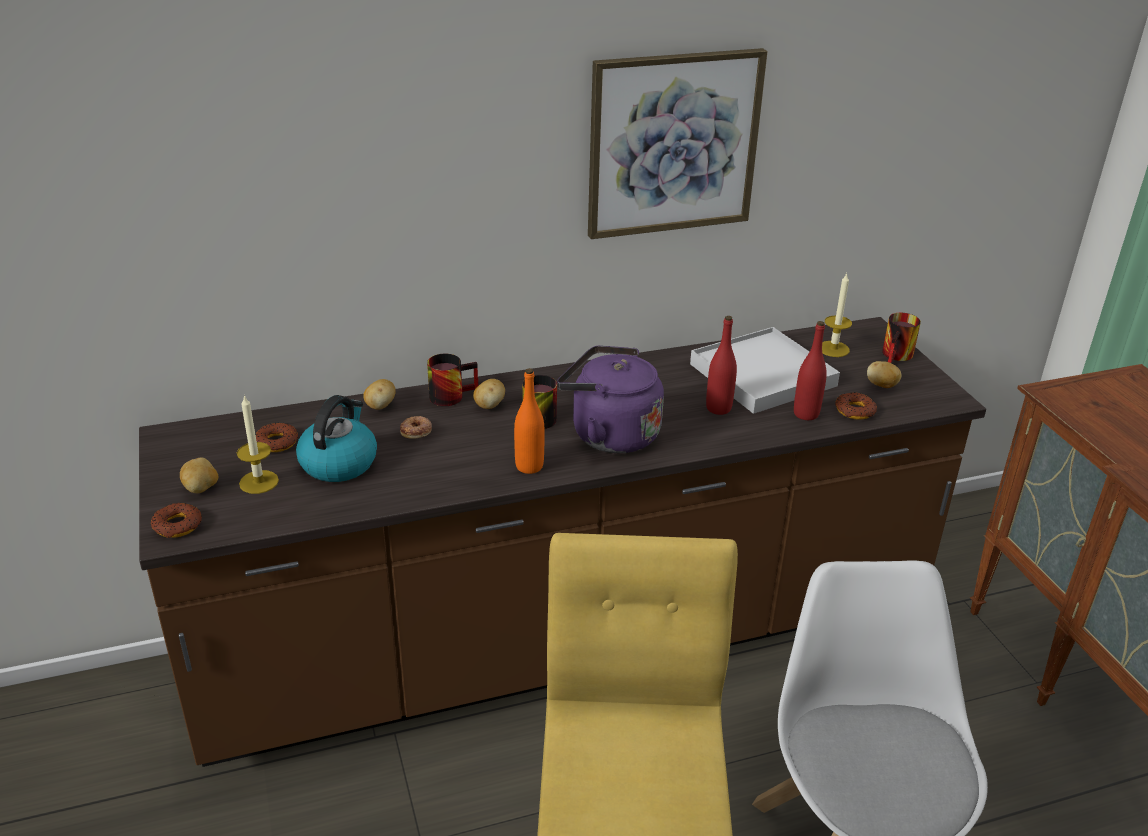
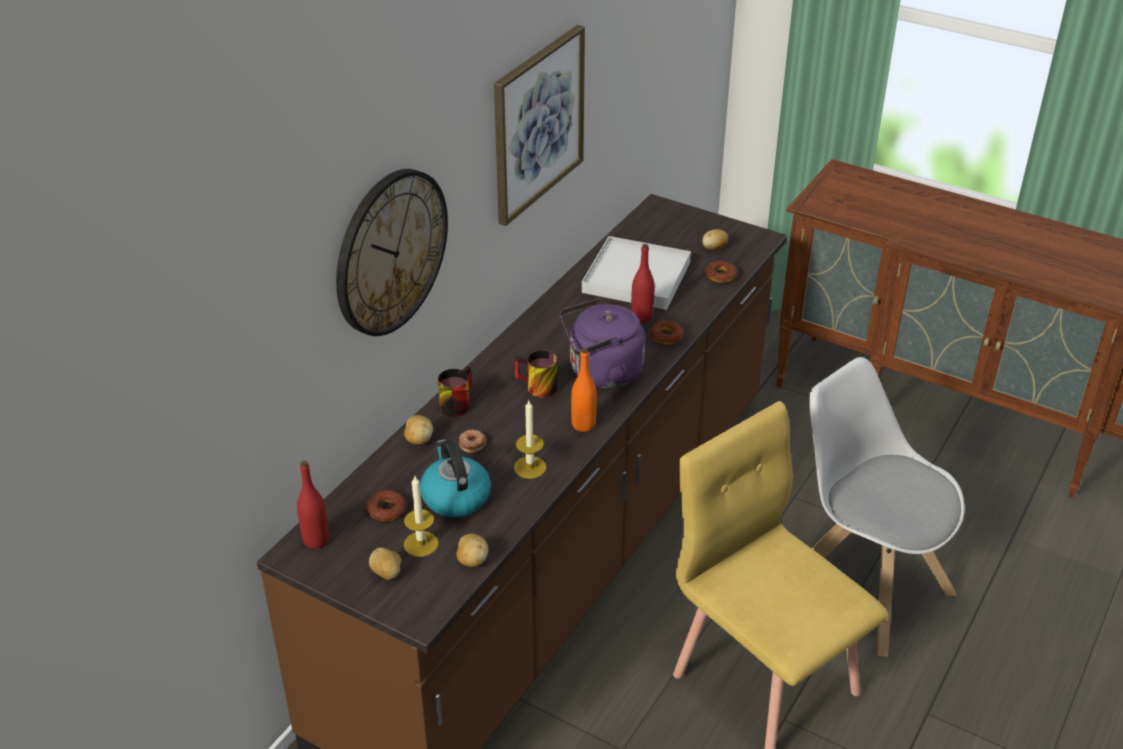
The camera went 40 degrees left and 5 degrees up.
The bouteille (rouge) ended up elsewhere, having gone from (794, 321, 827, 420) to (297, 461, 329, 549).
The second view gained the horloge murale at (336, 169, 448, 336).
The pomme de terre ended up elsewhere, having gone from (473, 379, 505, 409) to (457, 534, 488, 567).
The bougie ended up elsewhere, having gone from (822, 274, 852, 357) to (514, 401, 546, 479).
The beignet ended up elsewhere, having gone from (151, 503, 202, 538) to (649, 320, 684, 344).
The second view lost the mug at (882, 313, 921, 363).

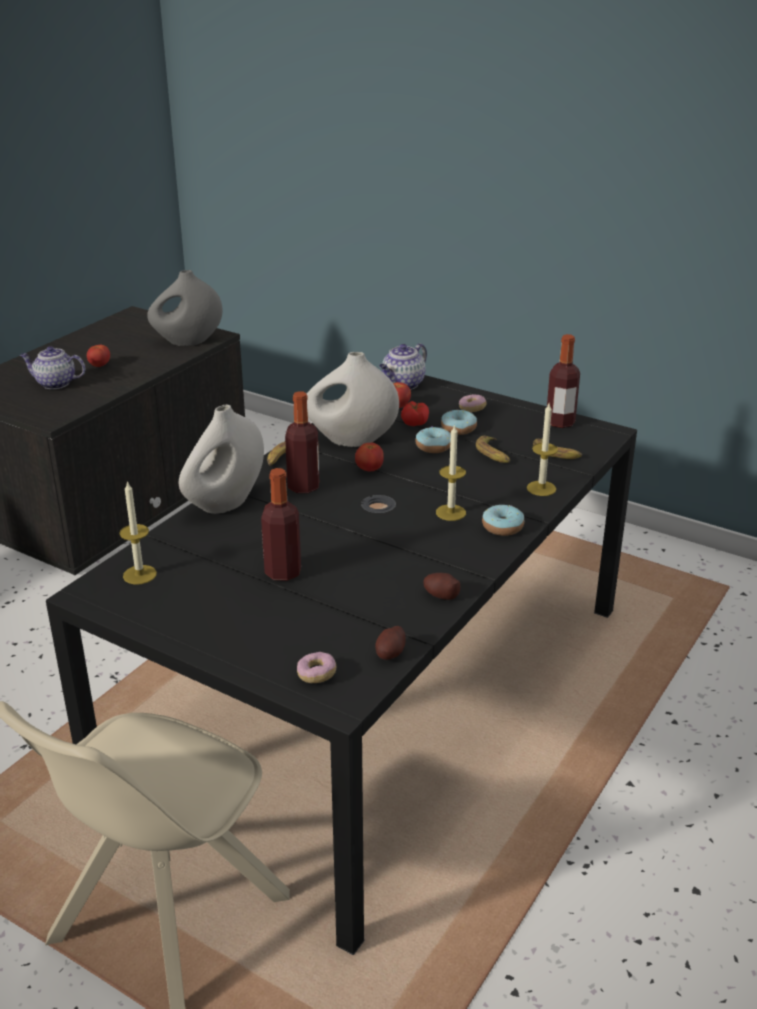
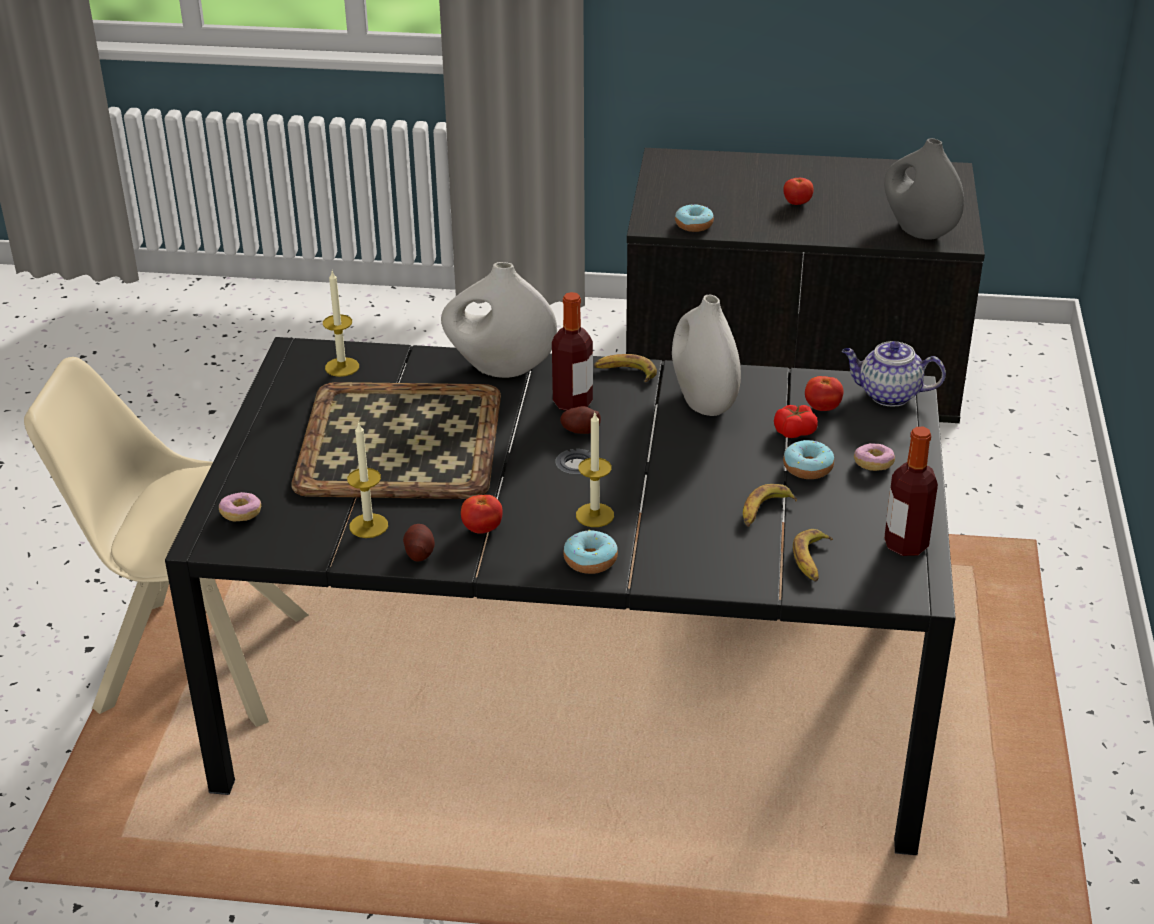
The camera went 65 degrees right and 5 degrees up.
Where the bouteille stood at (261, 468, 301, 581), the plateau came to stand at (291, 382, 501, 499).
The bougie ended up elsewhere, having gone from (527, 404, 558, 496) to (347, 421, 388, 538).
The tomate ended up elsewhere, having gone from (355, 443, 384, 471) to (461, 495, 503, 534).
The pomme de terre ended up elsewhere, having gone from (375, 626, 406, 660) to (560, 406, 601, 434).
The beignet ended up elsewhere, having gone from (415, 426, 451, 453) to (675, 204, 714, 232).
The second view lost the théière at (20, 346, 85, 389).

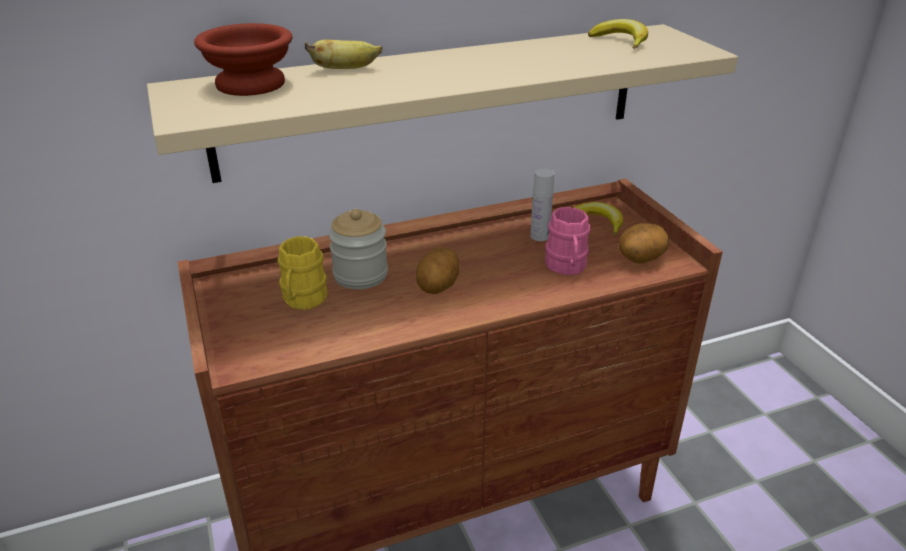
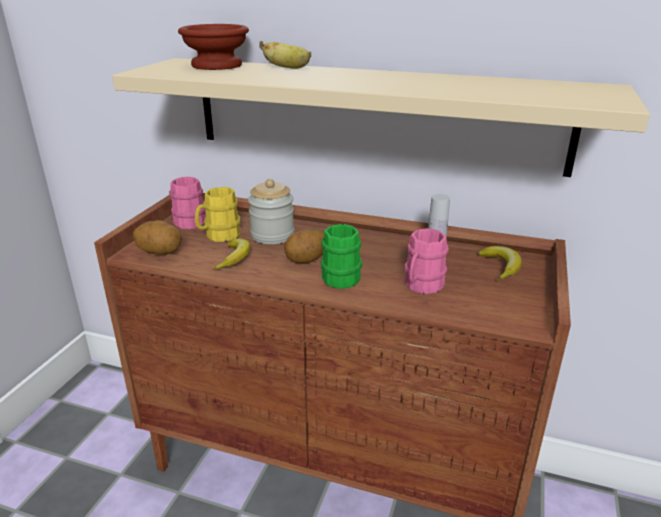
The camera went 40 degrees right and 5 degrees down.
The pomme de terre ended up elsewhere, having gone from (619, 223, 669, 264) to (133, 220, 182, 255).
The second view gained the mug (rose) at (169, 177, 206, 229).
The banane ended up elsewhere, having gone from (588, 19, 648, 49) to (212, 238, 250, 270).
The second view gained the mug (vert) at (321, 224, 362, 289).

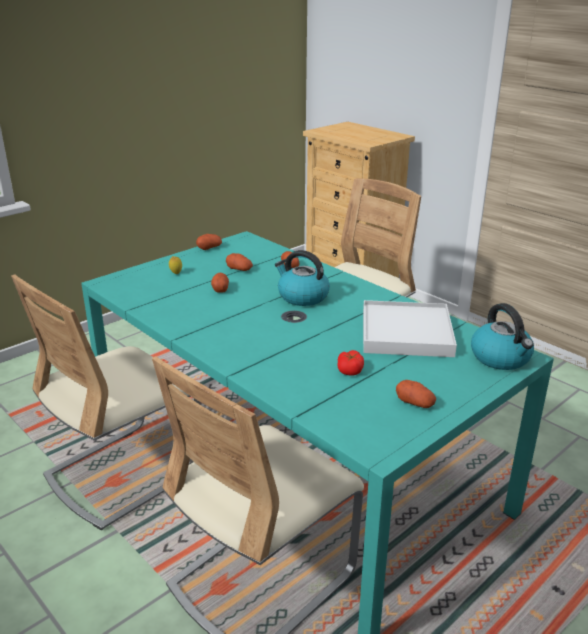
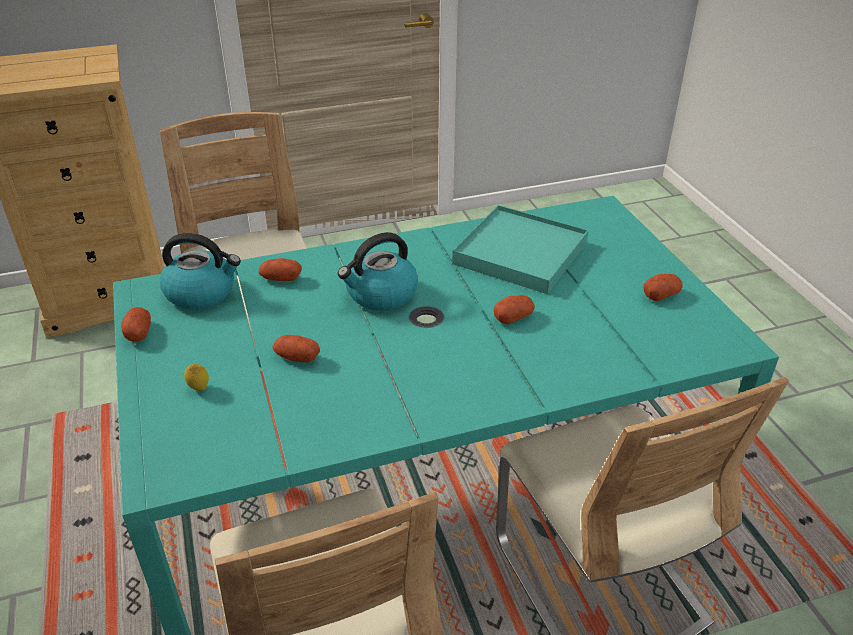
The camera went 65 degrees left and 10 degrees up.
The bouilloire ended up elsewhere, having gone from (471, 303, 534, 370) to (160, 233, 241, 310).
What was the plateau (blanc) at (363, 300, 457, 357) turned into the plateau (turquoise) at (452, 205, 589, 294).
The pomme de terre ended up elsewhere, having gone from (226, 253, 253, 271) to (494, 295, 535, 324).
The second view lost the tomate at (337, 350, 364, 376).

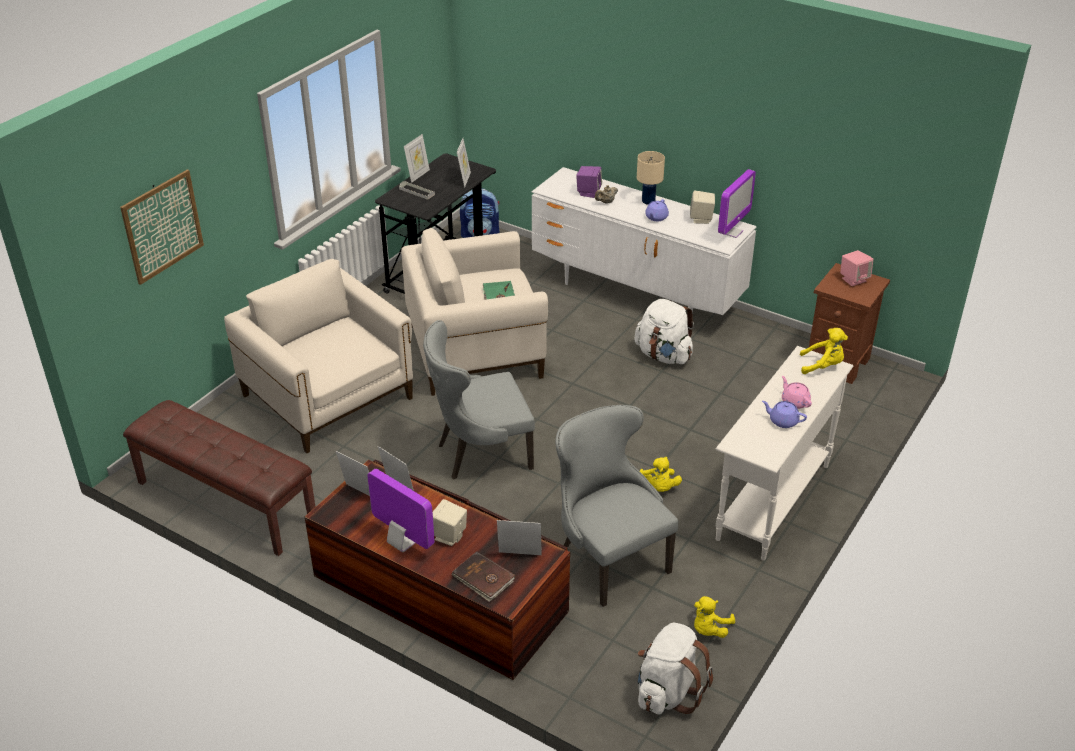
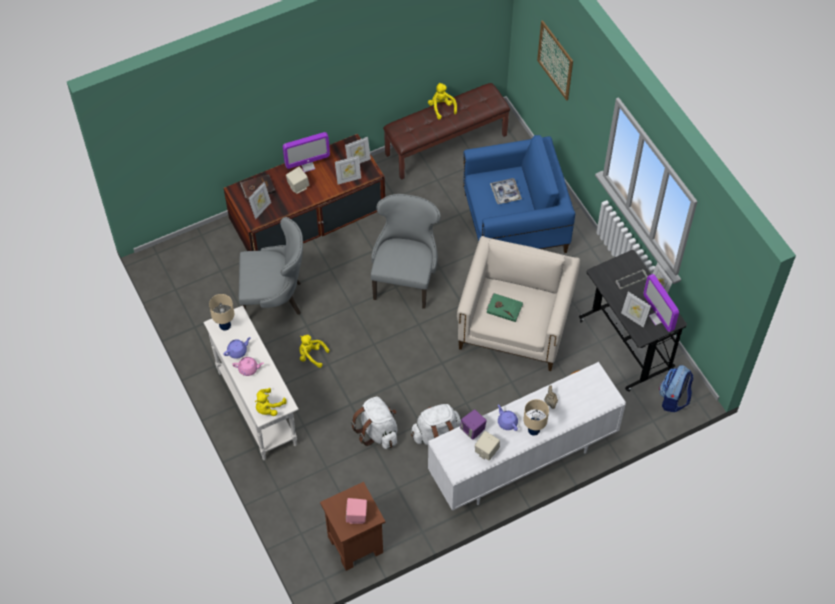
The camera went 120 degrees right and 20 degrees up.
The second view gained the lampe de table (beige) at (209, 294, 234, 331).
The sac à dos (blanc) ended up elsewhere, having gone from (637, 623, 713, 715) to (351, 397, 397, 449).
The peluche (jaune) ended up elsewhere, having gone from (694, 596, 735, 638) to (428, 83, 457, 120).
The enceinte (violet) ended up elsewhere, having gone from (576, 166, 602, 198) to (460, 409, 487, 440).
What was the fauteuil (beige) at (224, 259, 413, 453) turned into the fauteuil (bleu) at (463, 135, 575, 253).
The second view gained the plateau at (490, 178, 522, 204).
The écran d'ordinateur ended up elsewhere, having gone from (718, 169, 756, 238) to (643, 274, 679, 332).

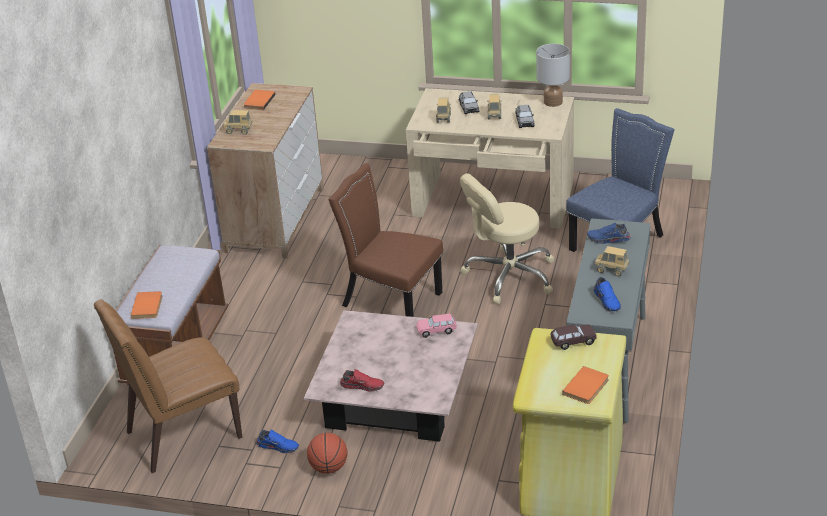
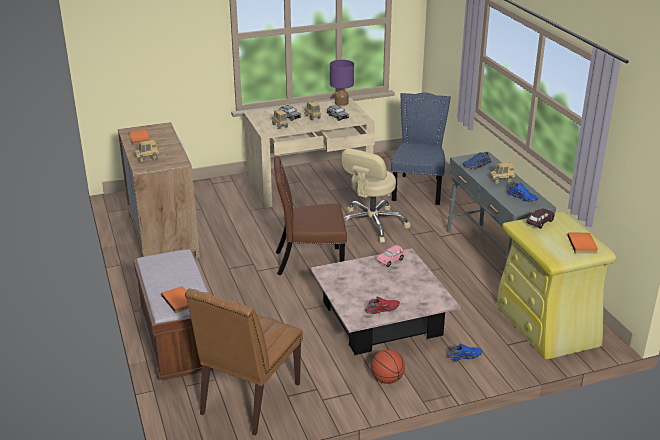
The camera went 35 degrees left and 5 degrees down.
What was the lampe de table (gris) at (536, 44, 570, 107) turned into the lampe de table (violet) at (330, 60, 354, 106).
The chaussure (bleu) ended up elsewhere, having gone from (256, 430, 299, 453) to (447, 344, 483, 361).

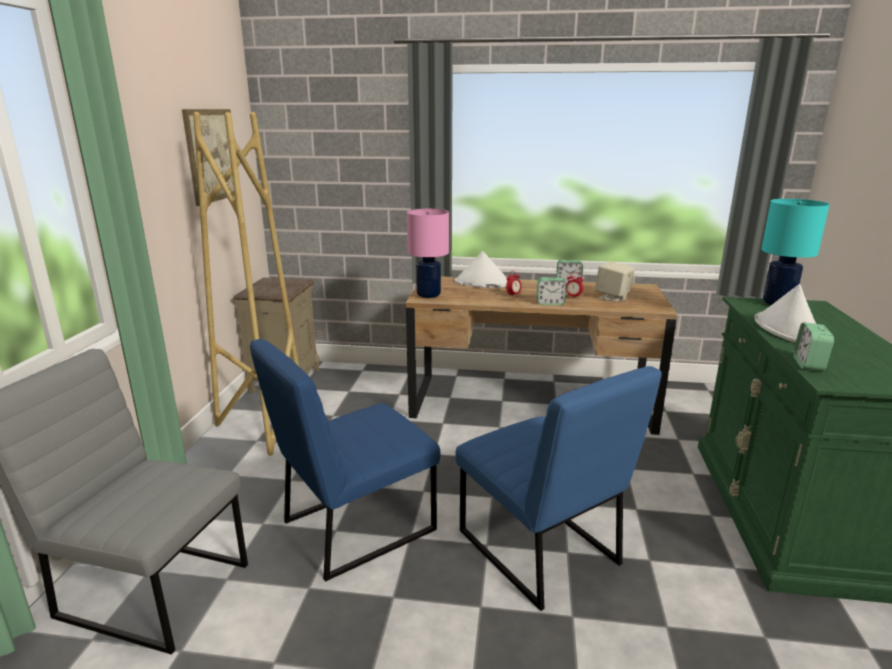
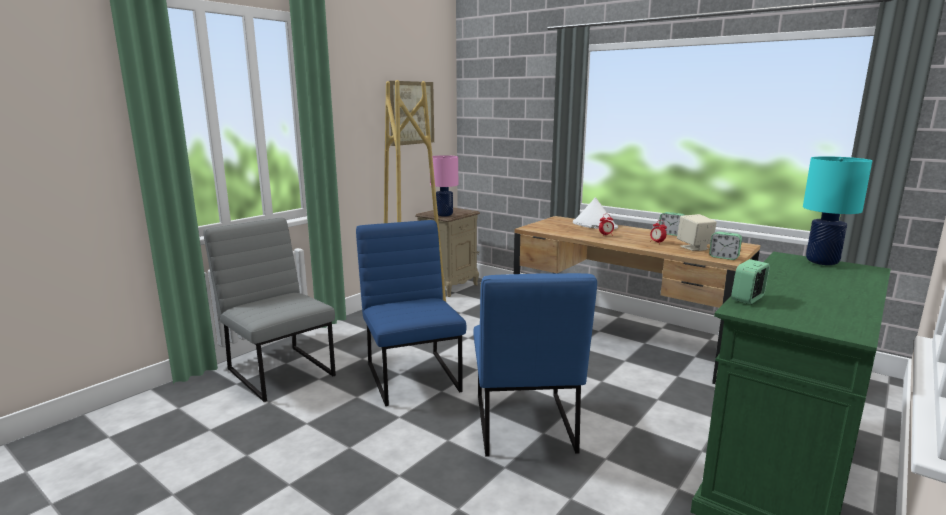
The camera went 30 degrees right and 5 degrees down.
The chaise (bleu) at (250, 339, 440, 582) ended up facing another way, 75 degrees clockwise from before.
The lampe de table (rose) ended up elsewhere, having gone from (407, 209, 449, 298) to (430, 155, 458, 217).
The réveil ended up elsewhere, having gone from (536, 277, 567, 305) to (709, 232, 742, 260).
The second view lost the chapeau (blanc) at (754, 284, 816, 343).

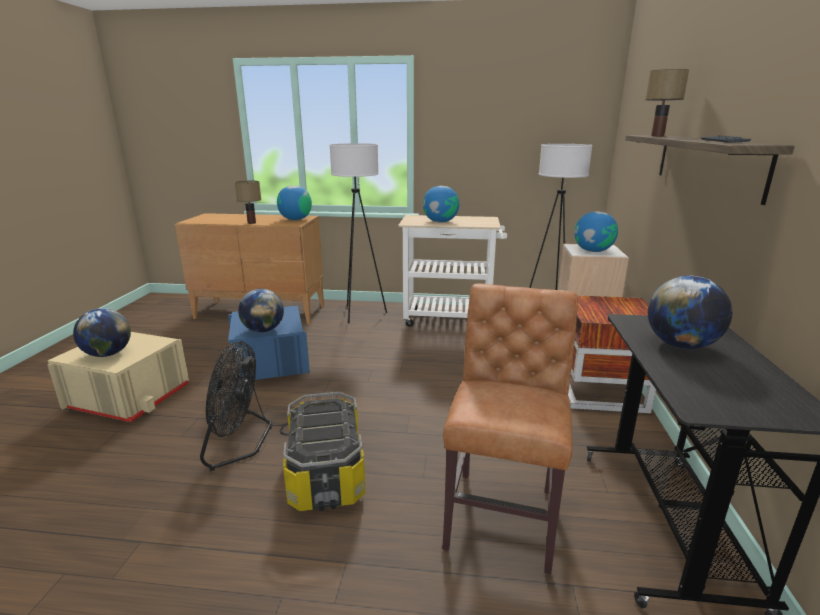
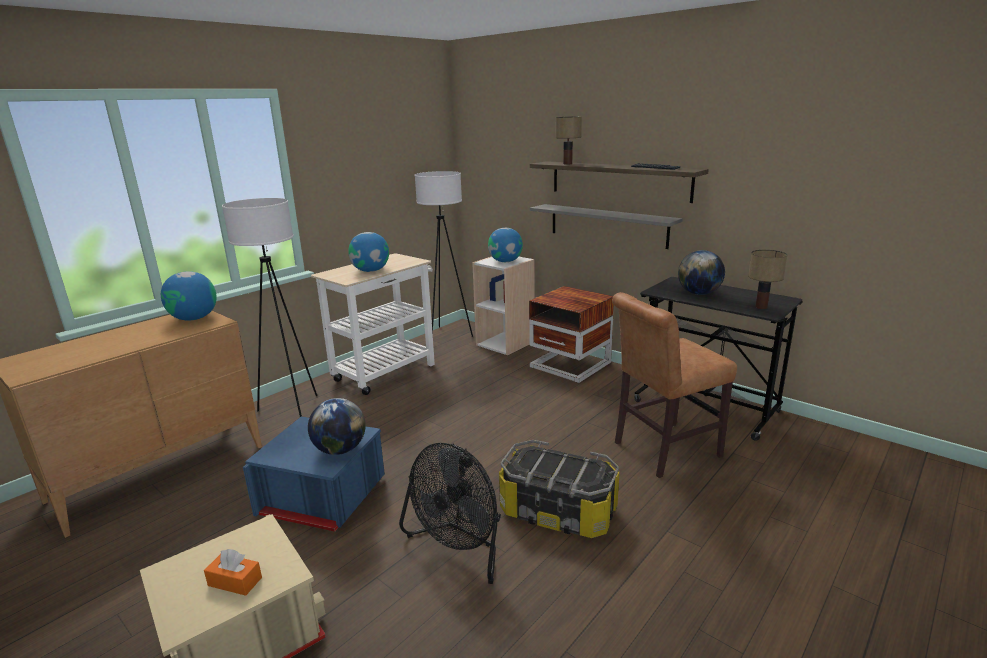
The camera went 55 degrees left and 0 degrees up.
Where the globe stood at (73, 308, 131, 357), the boîte à mouchoirs (orange) came to stand at (204, 549, 262, 596).
The second view gained the étagère (gris) at (530, 204, 683, 249).
The chaise (marron) at (442, 284, 578, 574) ended up facing another way, 75 degrees counterclockwise from before.
The lampe de table ended up elsewhere, having gone from (234, 181, 261, 224) to (748, 250, 787, 309).

